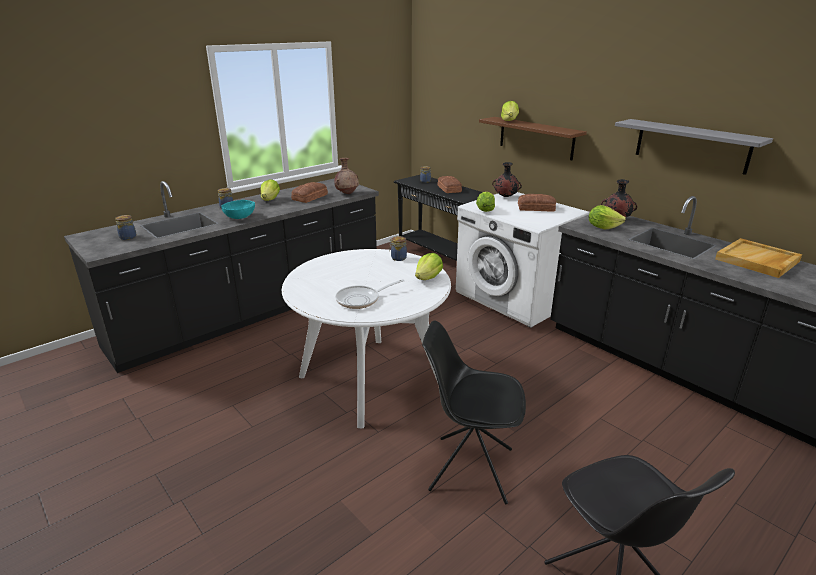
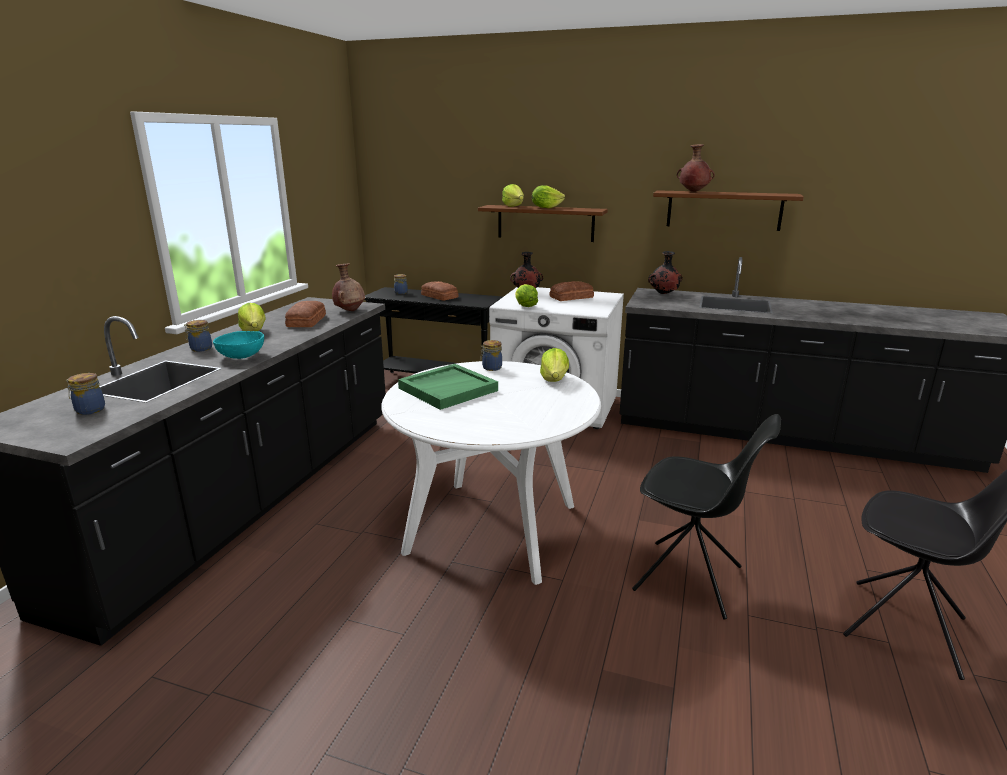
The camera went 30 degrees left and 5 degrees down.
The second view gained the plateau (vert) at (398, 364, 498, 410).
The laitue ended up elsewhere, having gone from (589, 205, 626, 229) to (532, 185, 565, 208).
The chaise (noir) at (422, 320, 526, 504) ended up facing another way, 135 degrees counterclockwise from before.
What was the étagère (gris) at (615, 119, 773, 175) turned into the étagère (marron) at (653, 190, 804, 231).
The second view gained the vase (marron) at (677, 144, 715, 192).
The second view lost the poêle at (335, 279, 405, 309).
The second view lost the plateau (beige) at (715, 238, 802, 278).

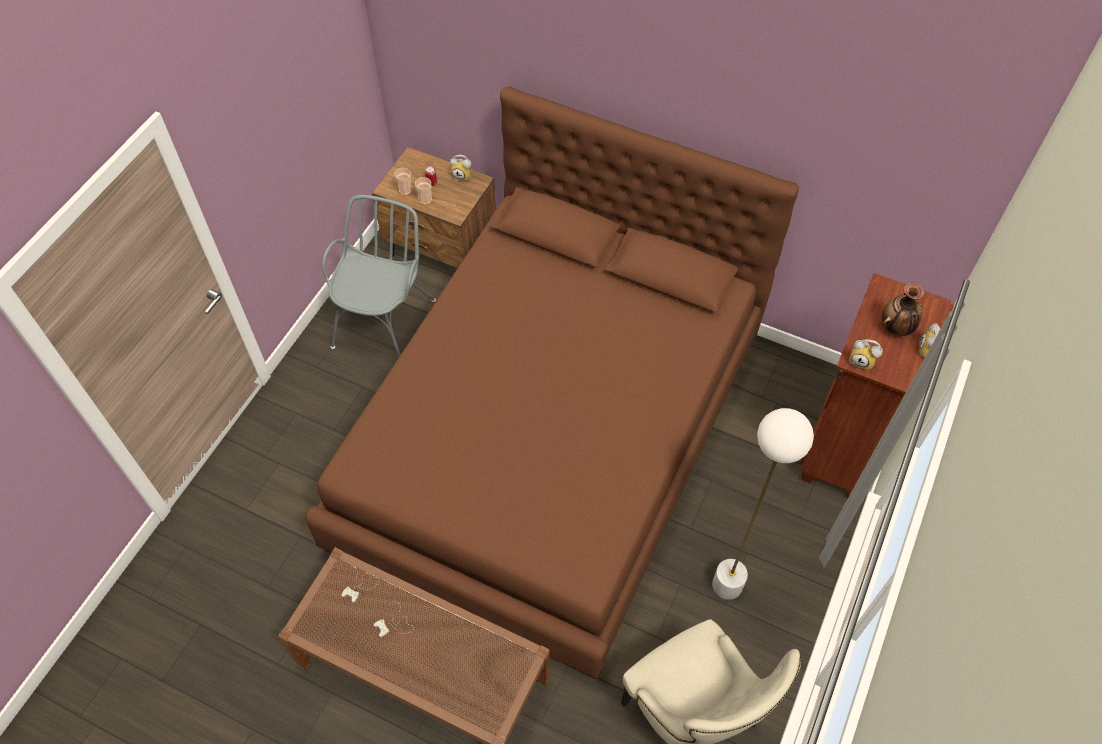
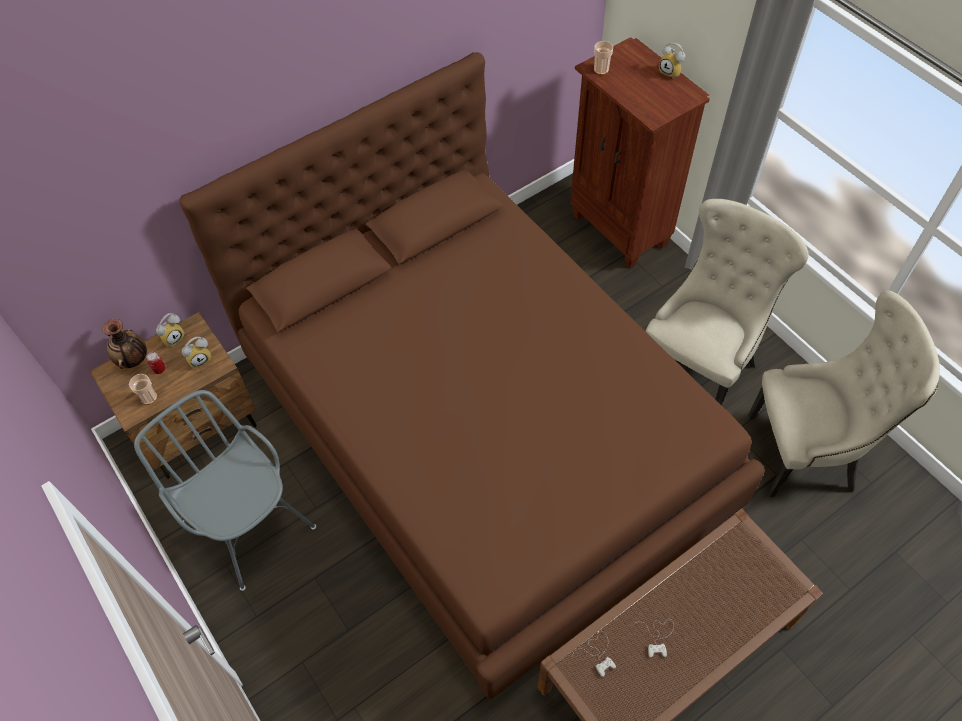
The camera went 60 degrees left and 0 degrees up.
The vase ended up elsewhere, having gone from (882, 282, 925, 336) to (102, 318, 147, 369).
The réveil ended up elsewhere, having gone from (849, 339, 883, 369) to (182, 337, 211, 368).
The tasse ended up elsewhere, having gone from (415, 177, 432, 205) to (594, 41, 613, 75).
Where the lampadaire (blanc) stood at (712, 408, 814, 600), the chaise (beige) came to stand at (646, 199, 809, 406).

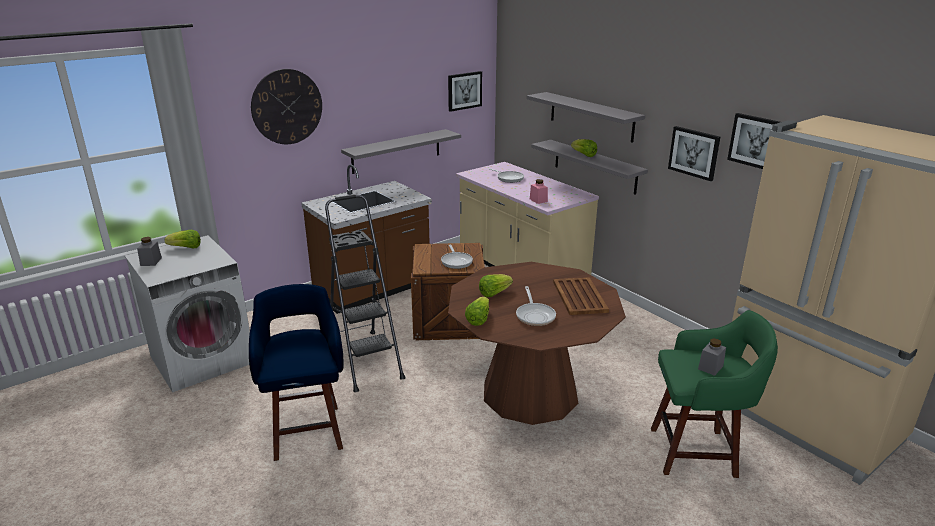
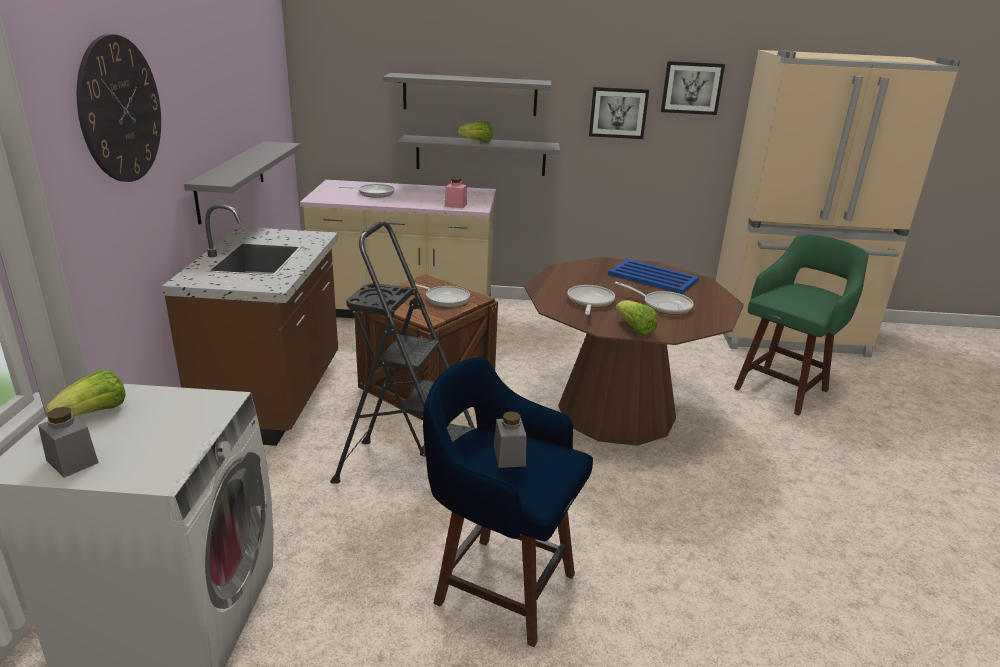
The camera went 50 degrees left and 0 degrees up.
The bocal (gris) ended up elsewhere, having gone from (698, 338, 726, 376) to (494, 411, 527, 468).
Where the laitue stood at (479, 274, 513, 297), the poêle came to stand at (568, 285, 615, 315).
What was the plateau (marron) at (553, 277, 609, 315) turned into the plateau (bleu) at (608, 259, 699, 294).
The second view lost the tableau at (448, 71, 482, 112).

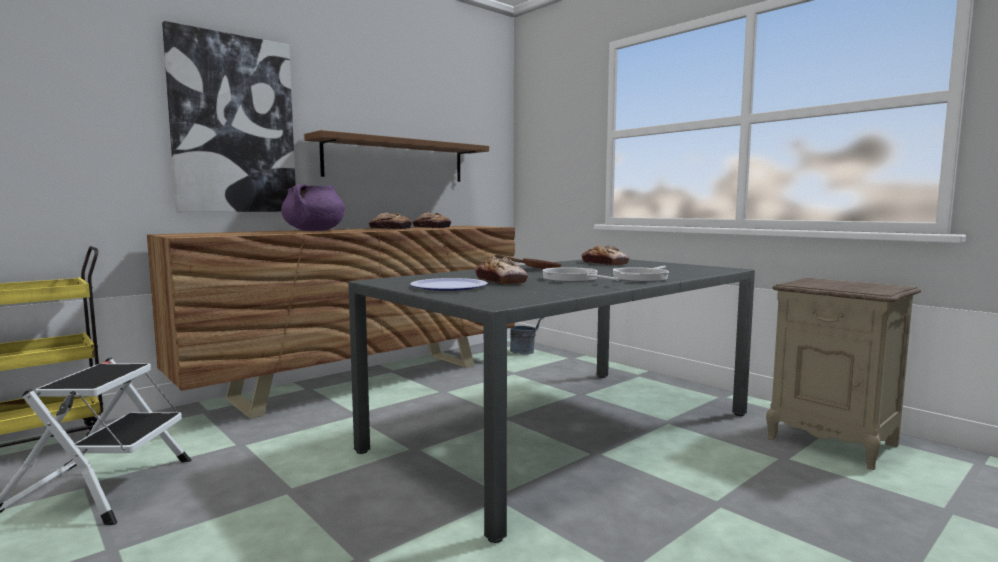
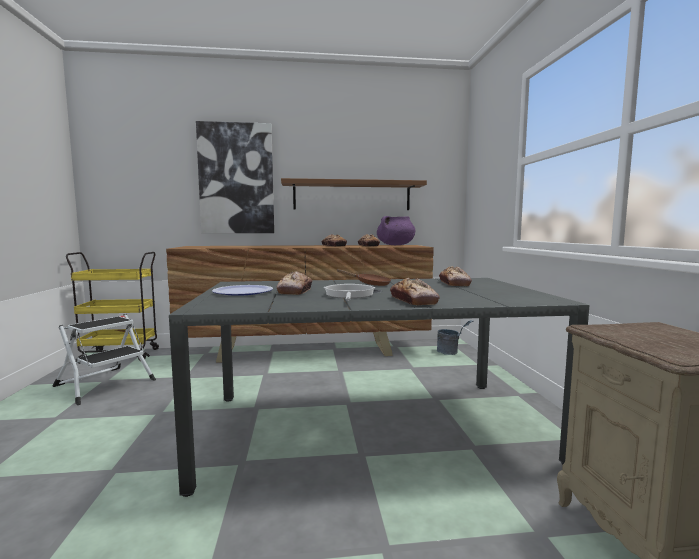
The camera went 35 degrees right and 0 degrees up.
The marmite (violet) ended up elsewhere, having gone from (281, 184, 345, 231) to (377, 216, 415, 245).
Where the poêle stood at (613, 266, 669, 282), the pain came to stand at (390, 278, 440, 305).

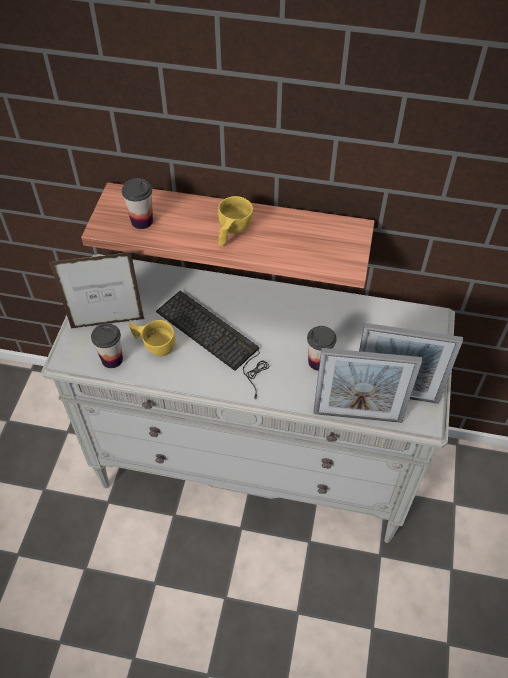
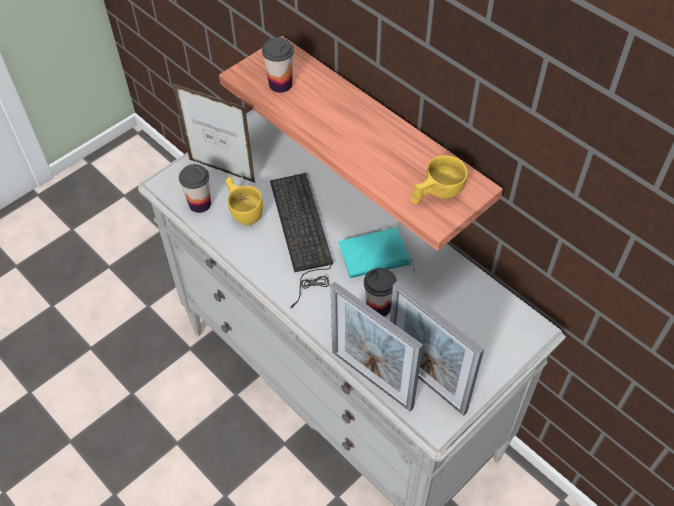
The camera went 35 degrees right and 0 degrees up.
The second view gained the livre (turquoise) at (338, 227, 415, 278).
The tasse (jaune) ended up elsewhere, having gone from (218, 196, 253, 246) to (411, 155, 468, 204).

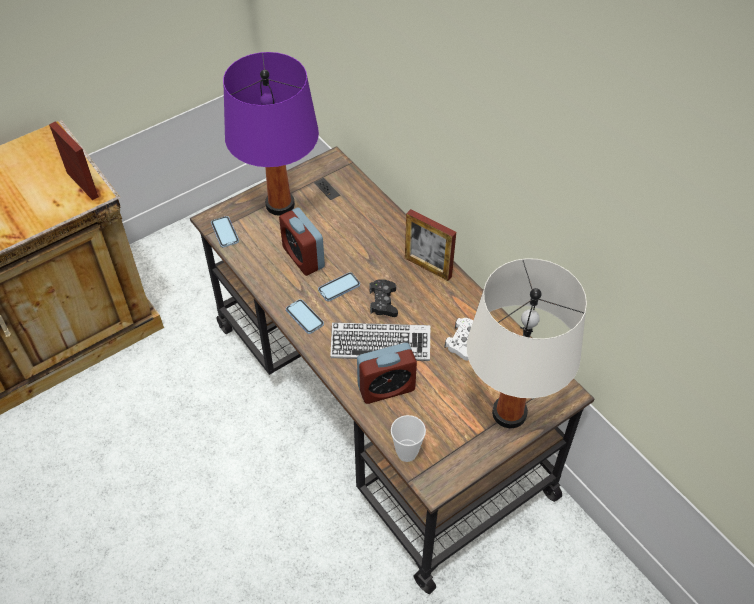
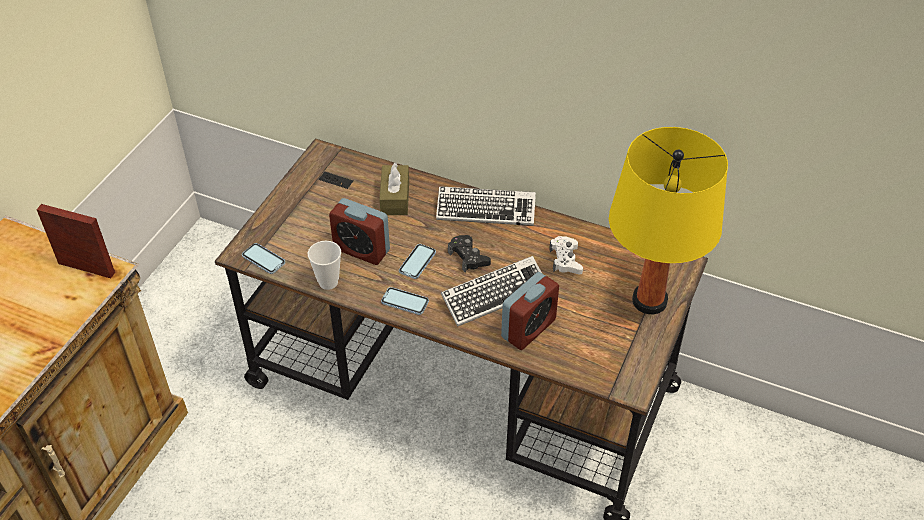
The camera went 30 degrees left and 5 degrees down.
The tasse ended up elsewhere, having gone from (391, 415, 426, 462) to (308, 241, 341, 290).
The second view gained the boîte à mouchoirs (marron) at (379, 162, 409, 215).
Where the cadre photo stood at (405, 209, 456, 281), the clavier came to stand at (436, 186, 536, 226).
What was the lampe de table (blanc) at (467, 258, 587, 428) turned into the lampe de table (jaune) at (609, 127, 728, 314).
The second view lost the lampe de table (violet) at (223, 52, 319, 216).

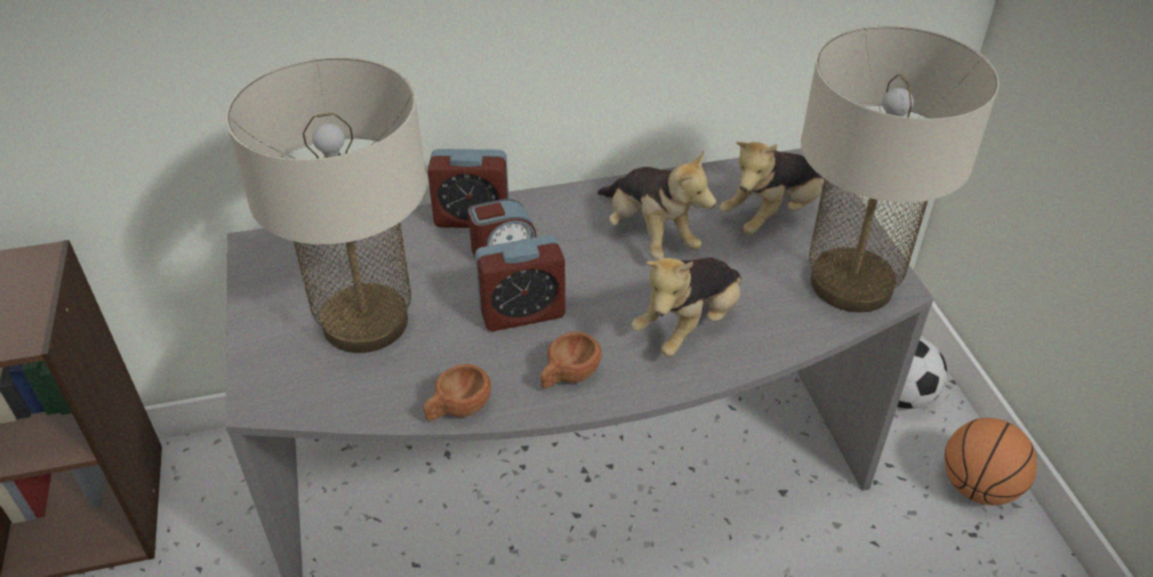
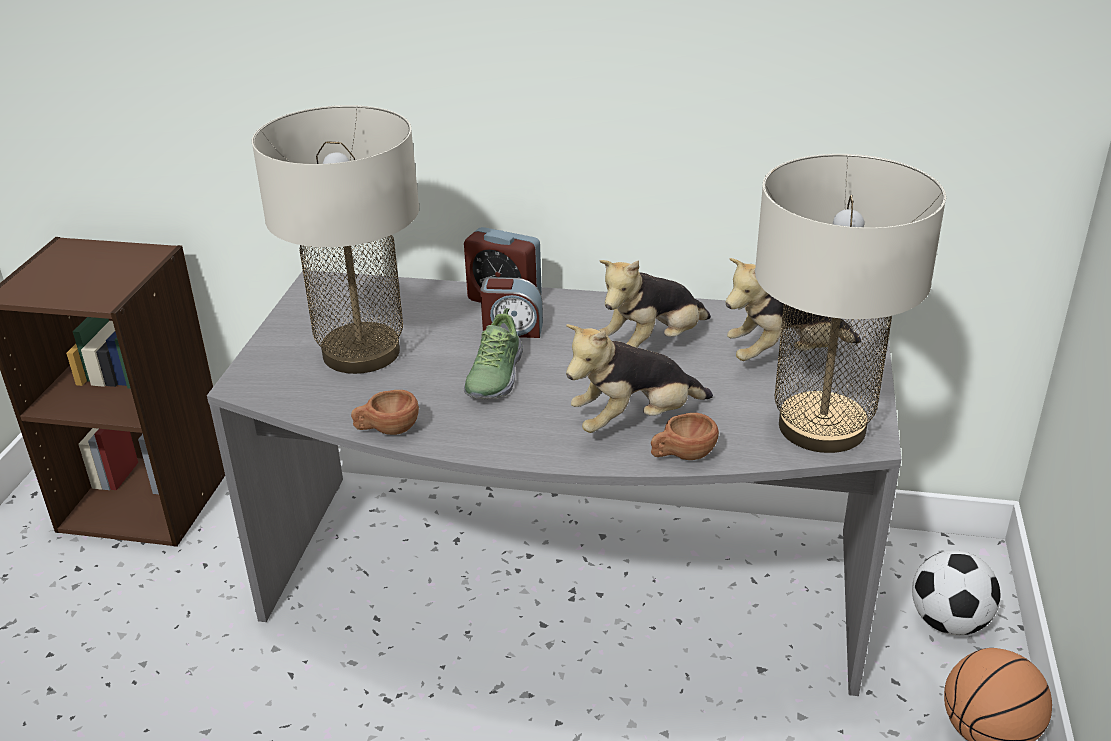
The camera went 25 degrees right and 10 degrees down.
Where the réveil stood at (475, 235, 566, 331), the chaussure came to stand at (464, 308, 523, 399).
The peluche at (597, 150, 716, 259) ended up facing another way, 60 degrees clockwise from before.
The tasse (marron) ended up elsewhere, having gone from (540, 332, 602, 388) to (651, 413, 719, 460).

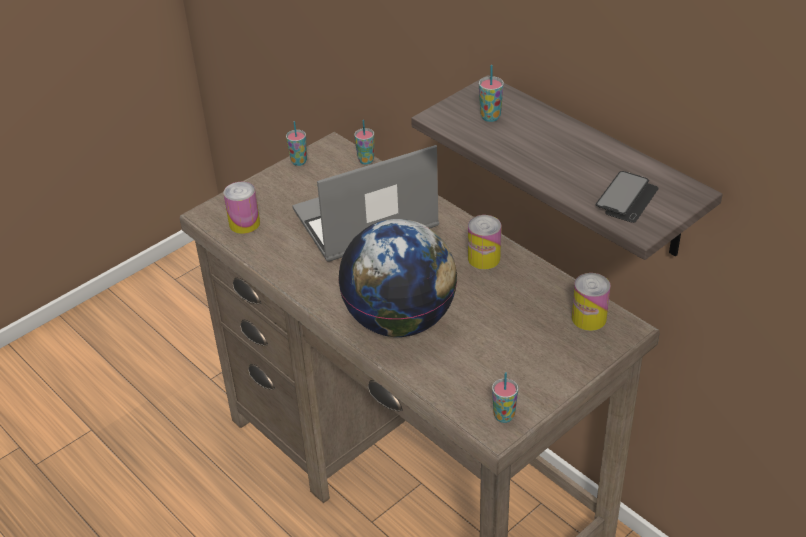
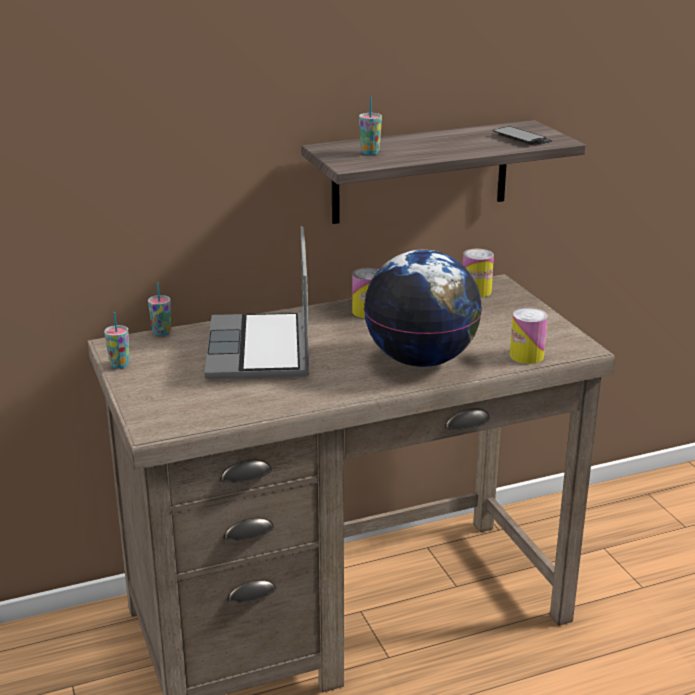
The camera went 70 degrees left and 15 degrees down.
The boîte métallique ended up elsewhere, having gone from (224, 182, 260, 234) to (510, 308, 548, 364).
The second view lost the tasse at (492, 372, 518, 423).

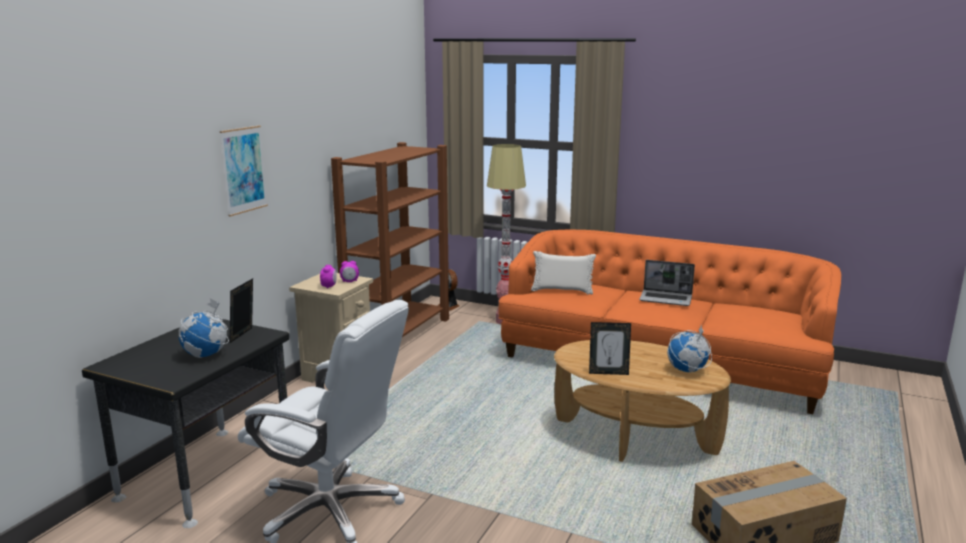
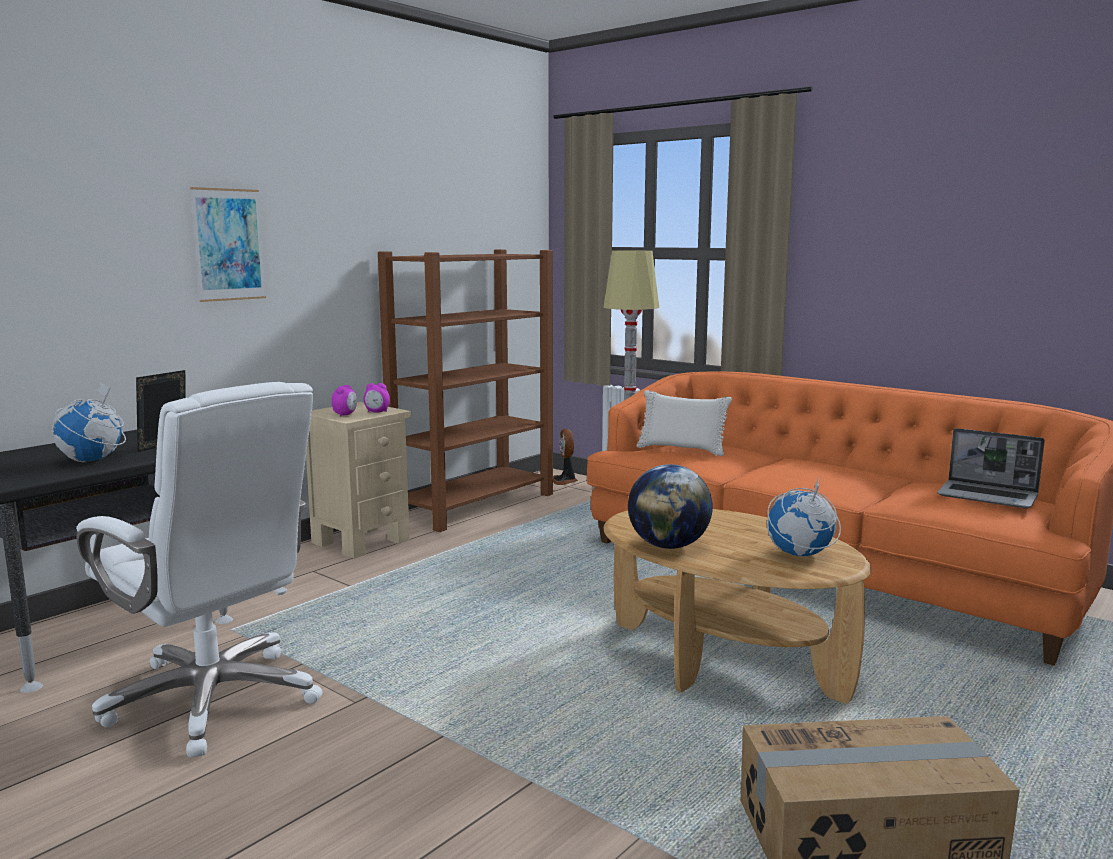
The camera went 15 degrees right and 5 degrees down.
Where the cadre photo stood at (589, 322, 631, 375), the globe came to stand at (628, 464, 713, 549).
The ordinateur portable ended up elsewhere, having gone from (639, 260, 695, 306) to (937, 428, 1045, 508).

